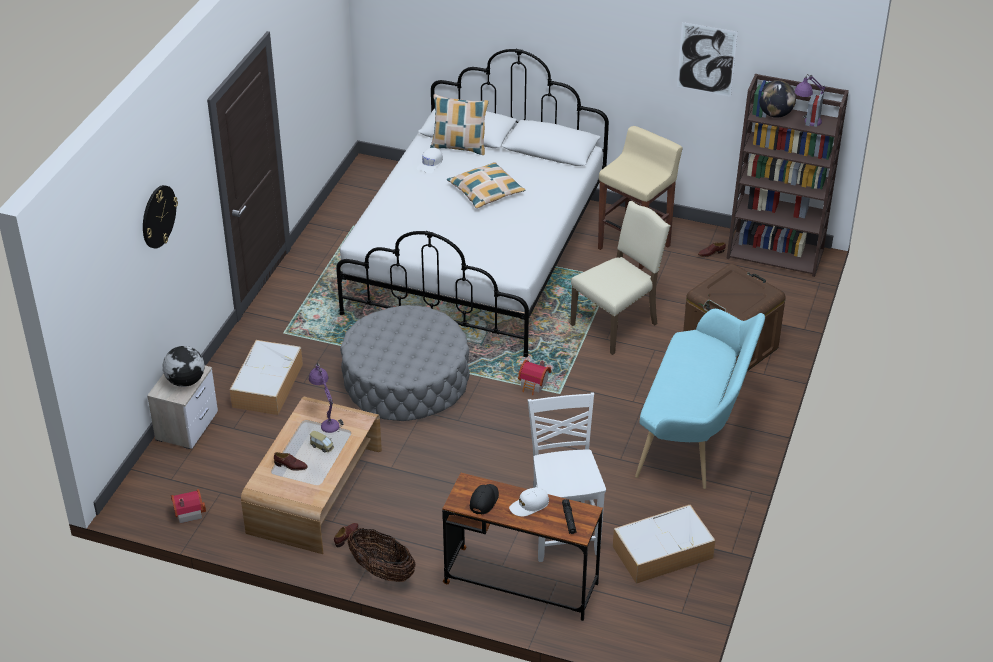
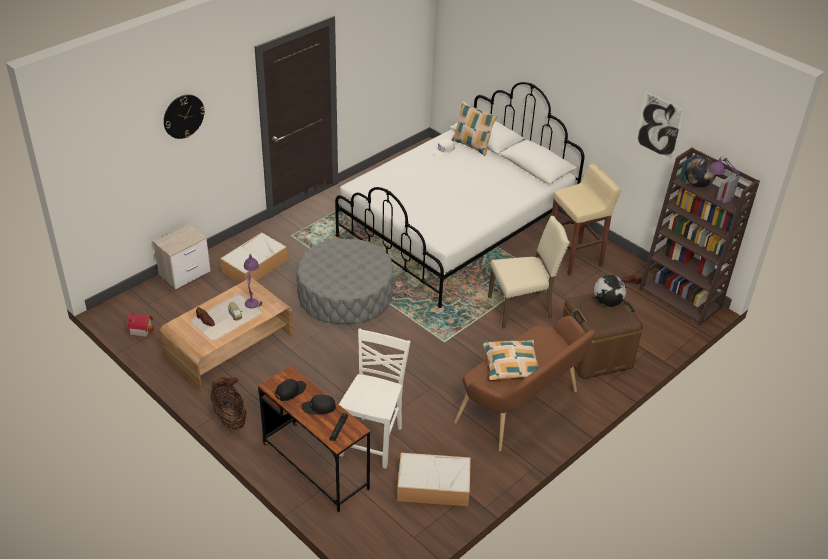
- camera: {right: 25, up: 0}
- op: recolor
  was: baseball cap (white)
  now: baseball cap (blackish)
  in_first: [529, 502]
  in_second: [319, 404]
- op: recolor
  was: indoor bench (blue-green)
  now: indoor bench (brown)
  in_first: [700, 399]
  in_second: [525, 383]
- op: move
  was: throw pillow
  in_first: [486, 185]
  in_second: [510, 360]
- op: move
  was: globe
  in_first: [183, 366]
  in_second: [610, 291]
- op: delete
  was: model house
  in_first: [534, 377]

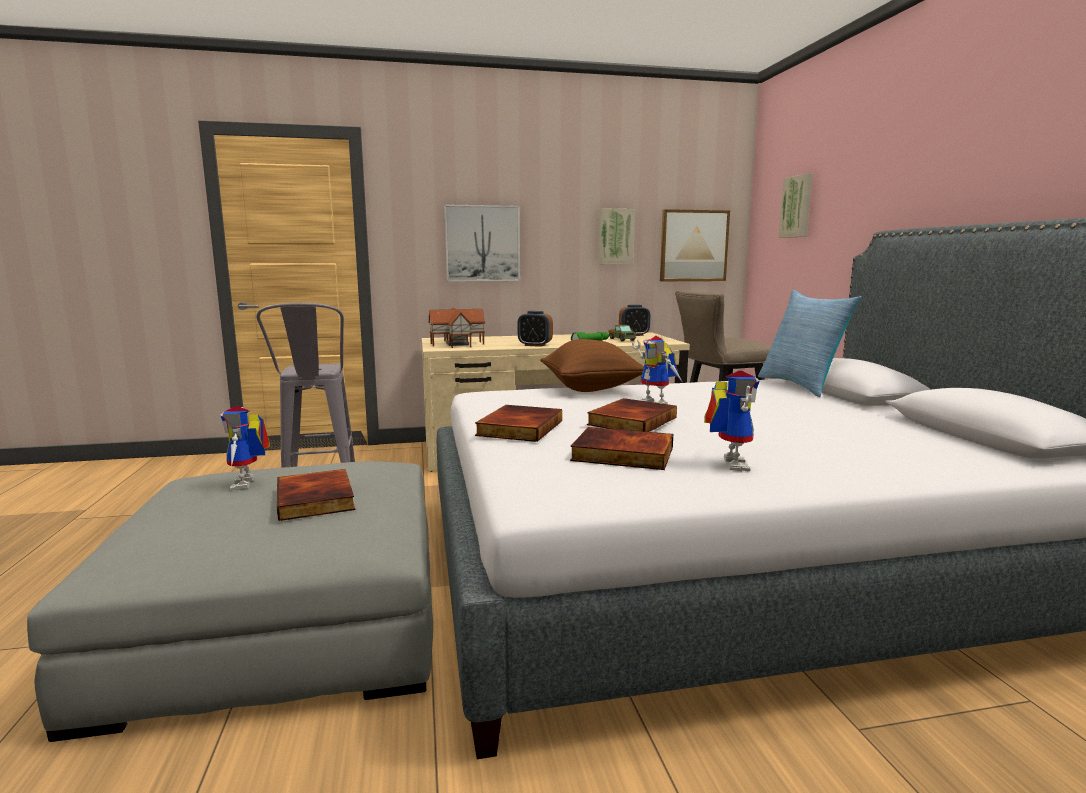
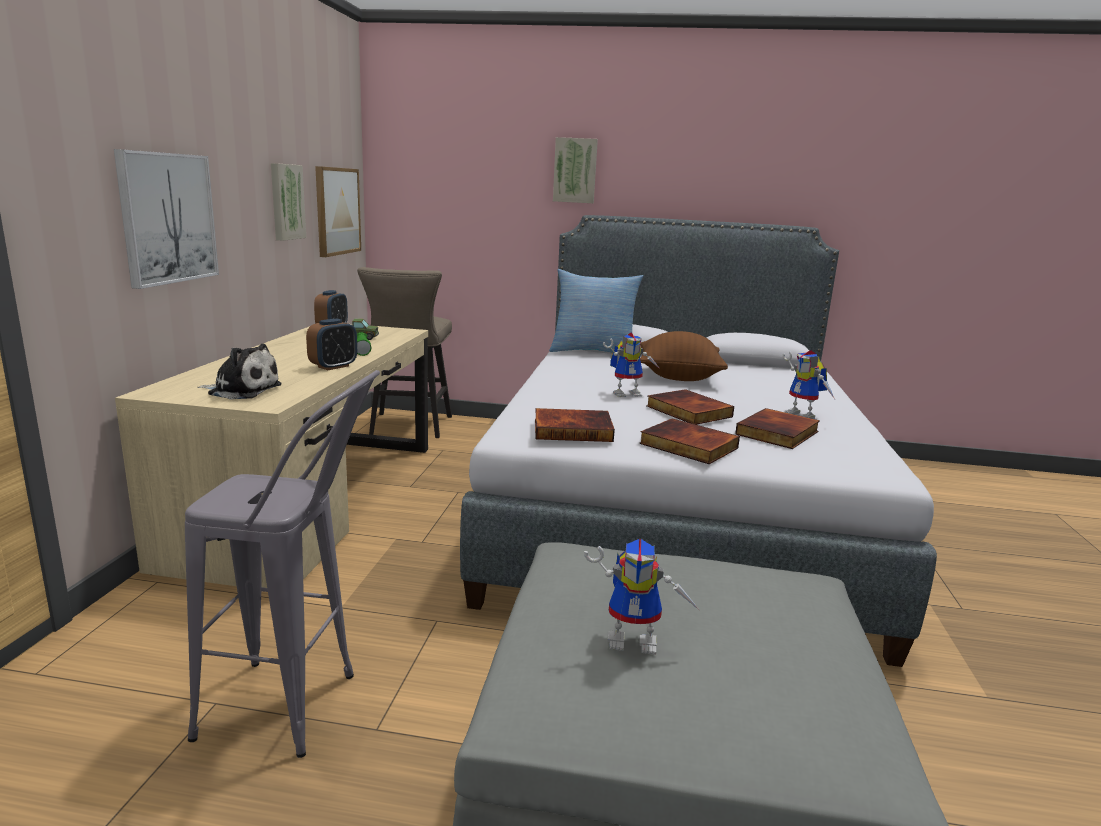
- camera: {right: -70, up: 5}
- op: replace
  was: model house
  now: cuddly toy
  in_first: [457, 328]
  in_second: [240, 371]
- op: move
  was: book
  in_first: [316, 495]
  in_second: [575, 425]
- op: move
  was: wall picture
  in_first: [795, 205]
  in_second: [575, 170]
- op: move
  was: throw pillow (brown)
  in_first: [592, 365]
  in_second: [684, 356]
- op: rotate
  was: toy robot
  in_first: [732, 421]
  in_second: [809, 384]
  clockwise: -150

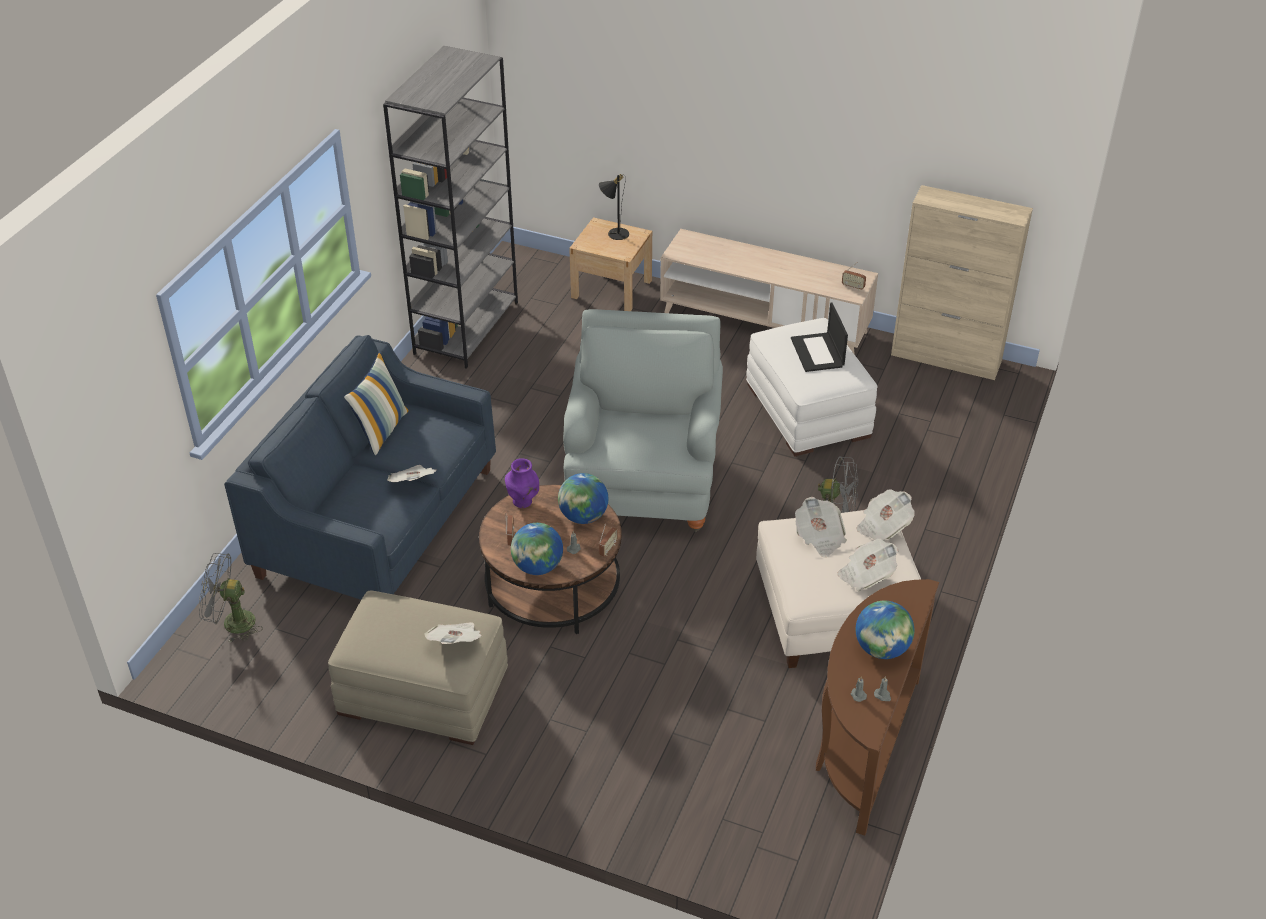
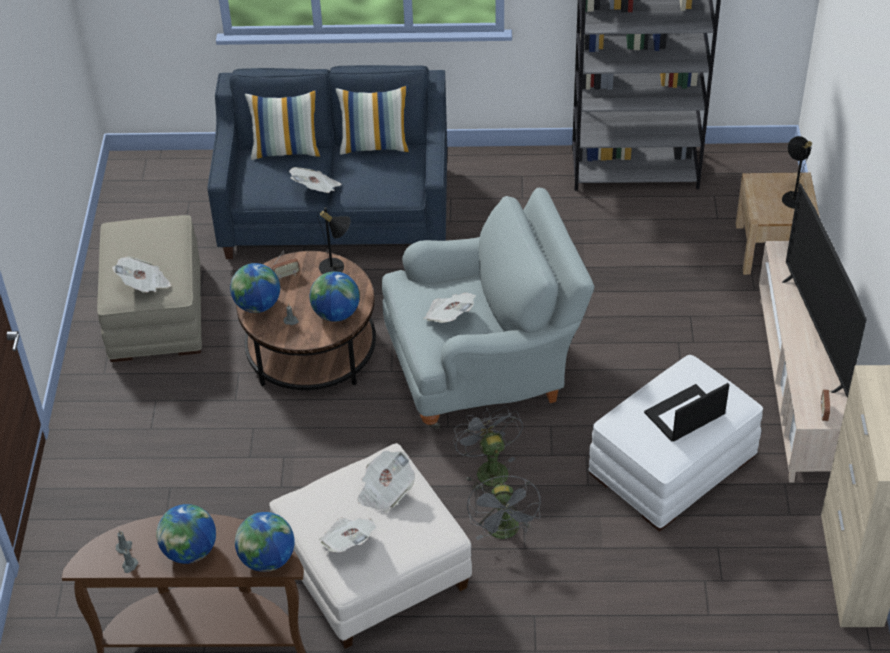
- camera: {right: 70, up: 5}
- op: insert
  now: globe
  in_second: [265, 542]
- op: insert
  now: throw pillow
  in_second: [283, 125]
- op: replace
  was: decorative vase (purple)
  now: table lamp (blackish)
  in_first: [522, 483]
  in_second: [334, 240]
- op: move
  was: newspaper
  in_first: [885, 515]
  in_second: [449, 307]
- op: move
  was: cooling fan (gray)
  in_first: [231, 597]
  in_second: [488, 449]
- op: insert
  now: TV
  in_second: [824, 290]
- op: delete
  was: radio
  in_first: [608, 540]

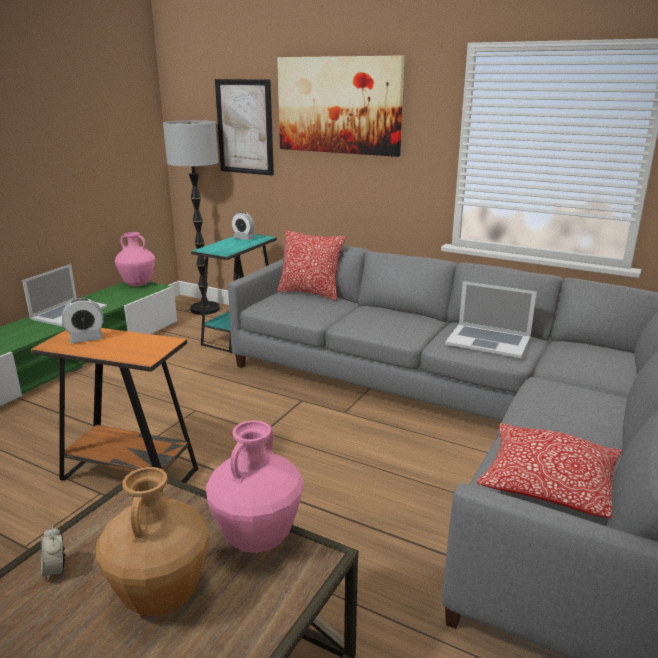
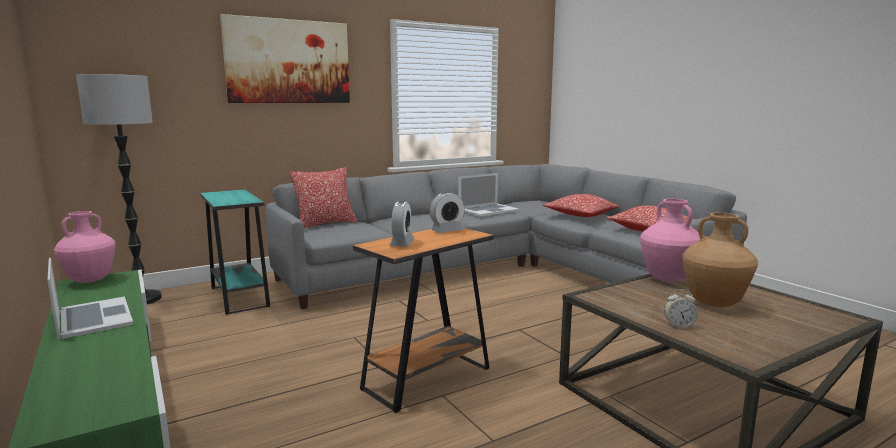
- camera: {right: -60, up: -10}
- op: move
  was: alarm clock
  in_first: [243, 226]
  in_second: [447, 212]
- op: insert
  now: throw pillow
  in_second: [580, 205]
- op: delete
  was: wall picture
  in_first: [244, 127]

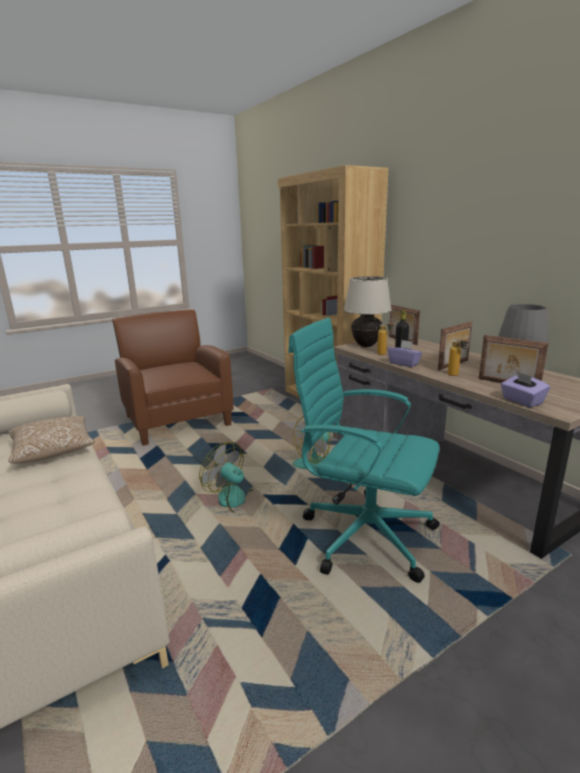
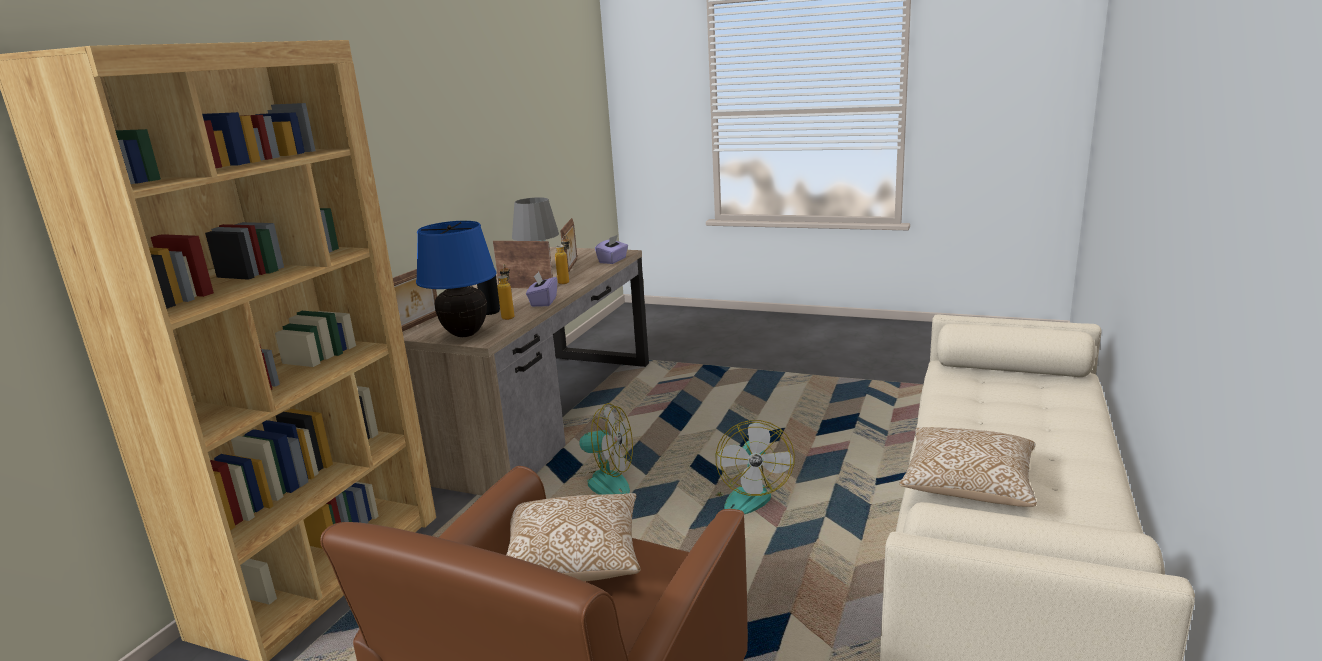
- camera: {right: -125, up: 0}
- op: recolor
  was: table lamp (beige)
  now: table lamp (blue-coloured)
  in_first: [368, 311]
  in_second: [456, 279]
- op: insert
  now: throw pillow
  in_second: [573, 537]
- op: delete
  was: desk chair (blue-green)
  in_first: [364, 450]

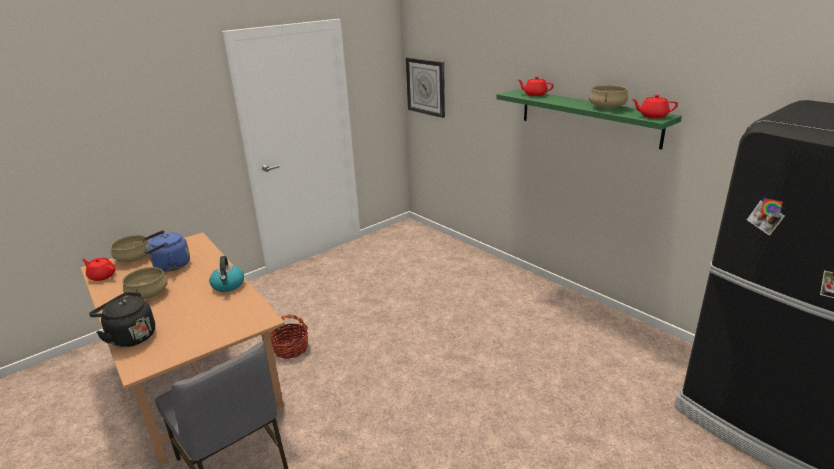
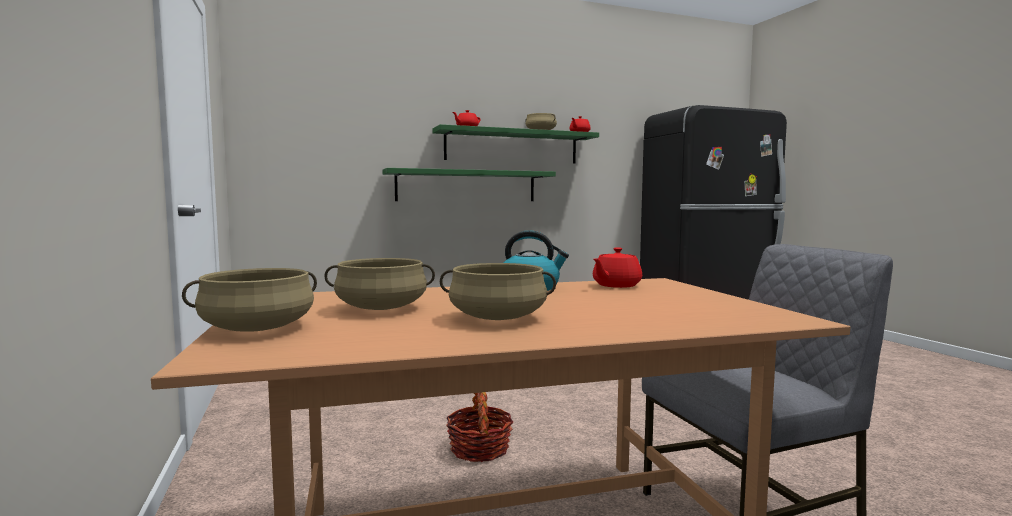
- camera: {right: -70, up: -20}
- op: replace
  was: water kettle (blue-coloured)
  now: saucepot (beige)
  in_first: [166, 251]
  in_second: [379, 284]
- op: insert
  now: wall shelf (greenish)
  in_second: [469, 184]
- op: move
  was: teapot (red-coloured)
  in_first: [99, 269]
  in_second: [617, 267]
- op: delete
  was: water kettle (blackish)
  in_first: [122, 319]
- op: delete
  was: clock on the wall
  in_first: [425, 87]

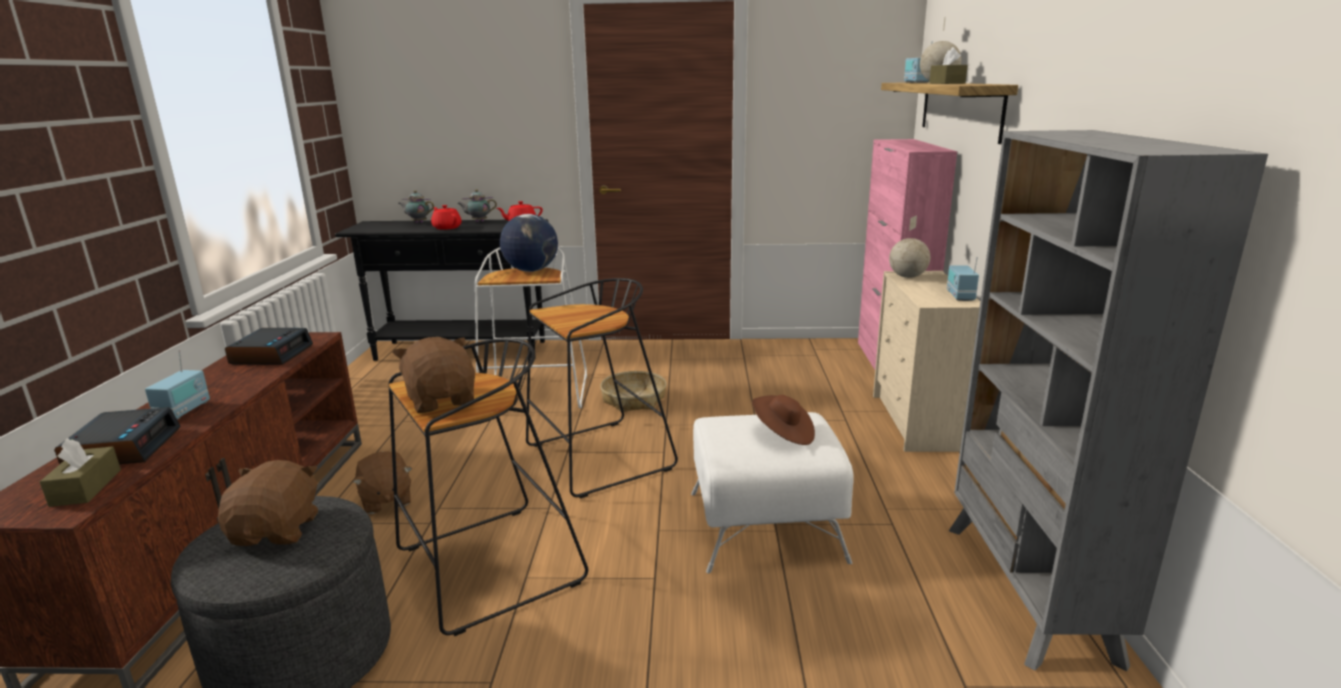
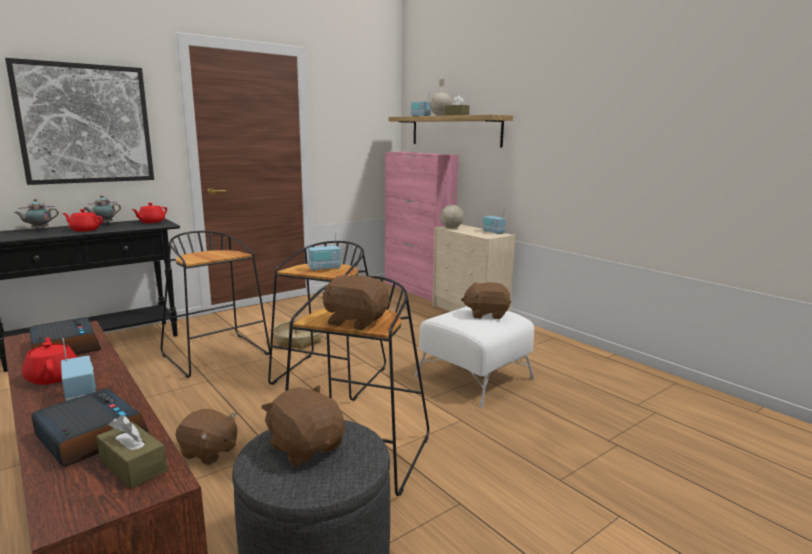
- camera: {right: -40, up: -5}
- op: insert
  now: wall picture
  in_second: [79, 121]
- op: insert
  now: teapot (red-coloured)
  in_second: [49, 361]
- op: recolor
  was: sitting stool (white)
  now: sitting stool (blackish)
  in_first: [531, 327]
  in_second: [215, 304]
- op: insert
  now: radio
  in_second: [324, 252]
- op: replace
  was: hat (brown)
  now: cuddly toy (brown)
  in_first: [783, 420]
  in_second: [486, 300]
- op: delete
  was: globe
  in_first: [529, 243]
- op: delete
  was: bookshelf (gray)
  in_first: [1108, 400]

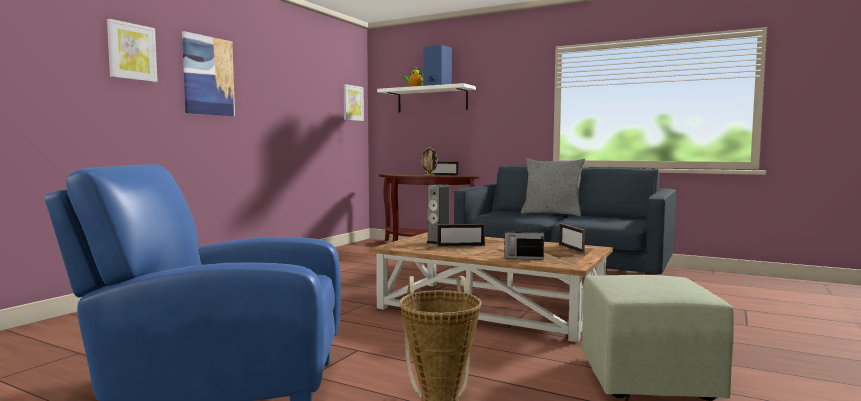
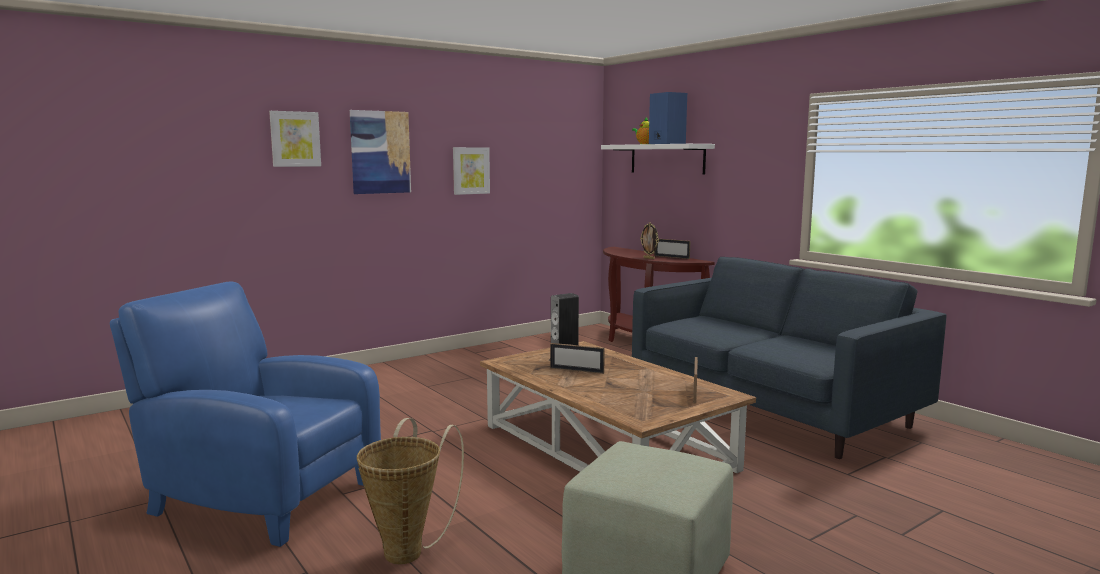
- camera: {right: 25, up: 5}
- op: move
  was: wall picture
  in_first: [354, 102]
  in_second: [471, 171]
- op: delete
  was: radio
  in_first: [523, 242]
- op: delete
  was: throw pillow (gray)
  in_first: [553, 188]

